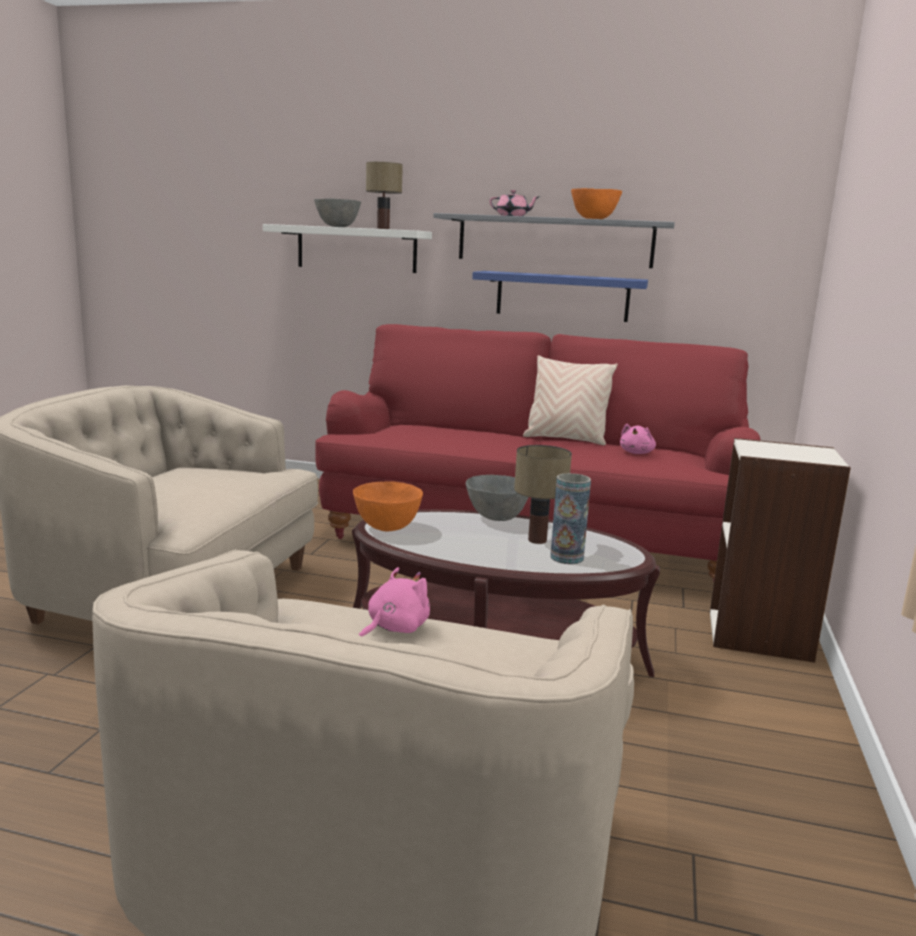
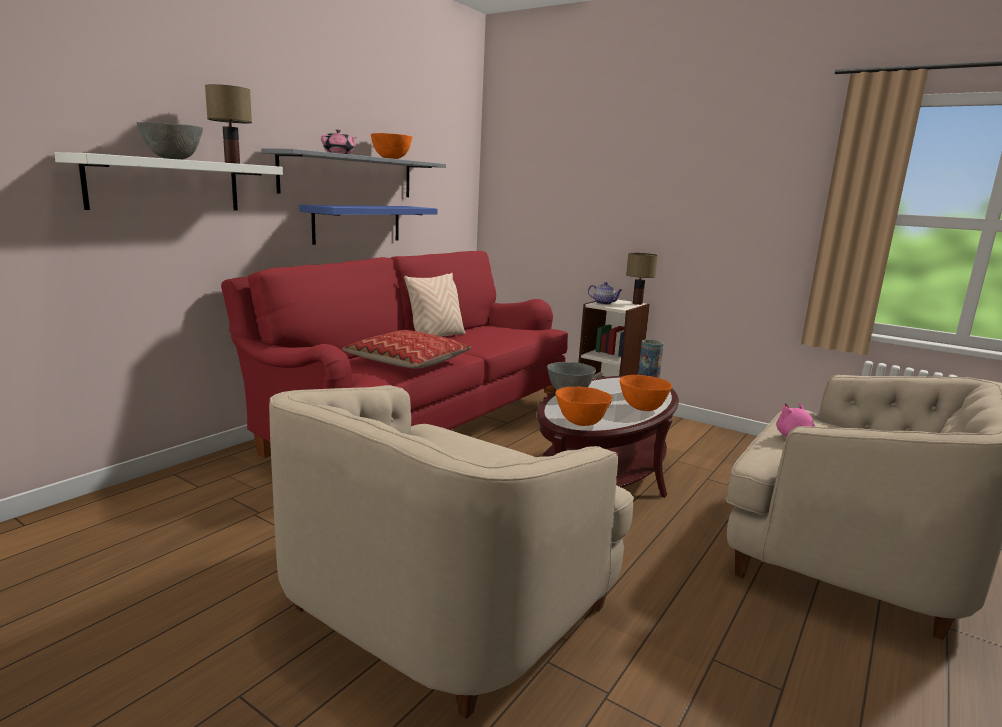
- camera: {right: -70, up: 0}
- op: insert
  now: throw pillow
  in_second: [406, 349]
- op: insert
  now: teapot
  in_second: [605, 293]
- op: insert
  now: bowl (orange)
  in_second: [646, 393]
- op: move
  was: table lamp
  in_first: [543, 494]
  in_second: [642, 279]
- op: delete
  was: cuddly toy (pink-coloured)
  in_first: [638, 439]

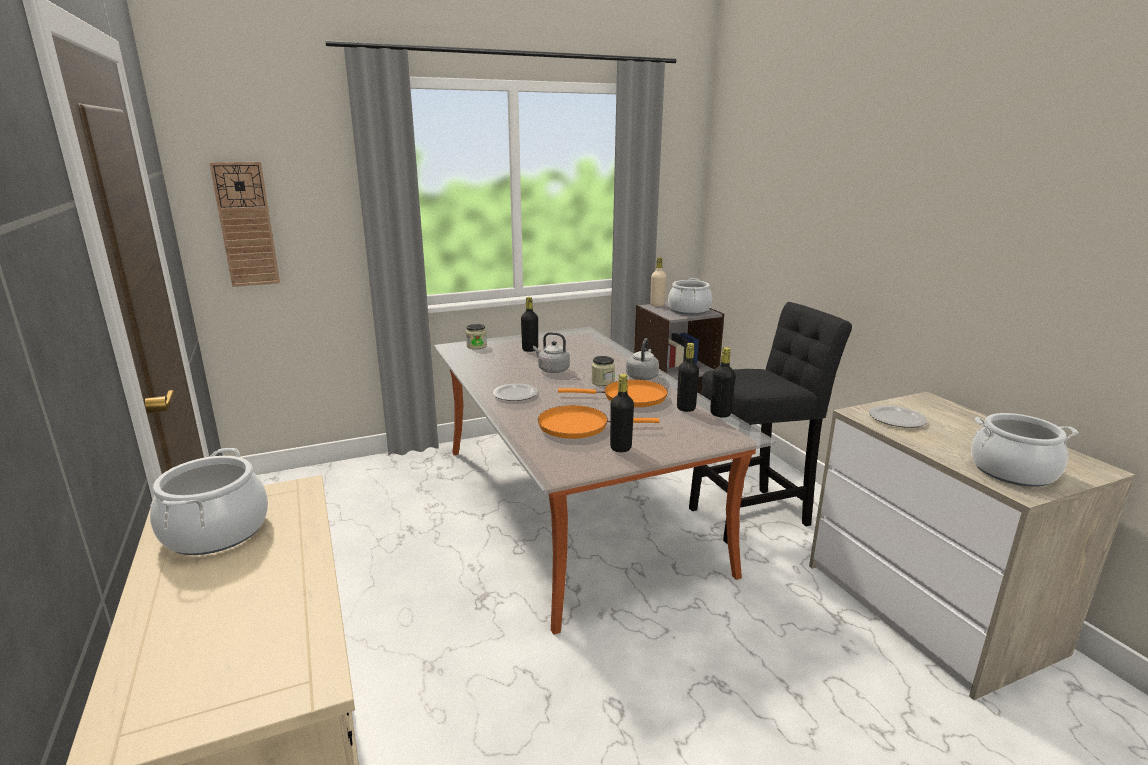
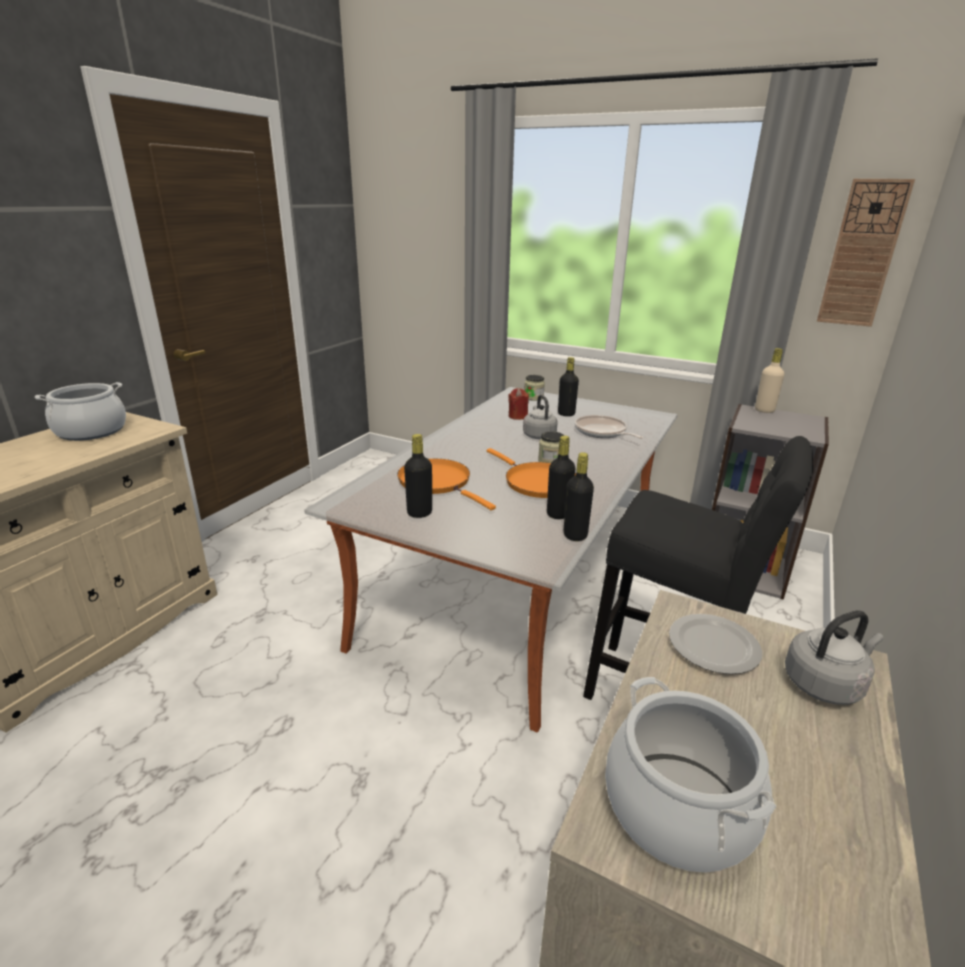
- camera: {right: 50, up: 5}
- op: insert
  now: wax candle (red-coloured)
  in_second: [518, 404]
- op: insert
  now: frying pan
  in_second: [609, 427]
- op: move
  was: water kettle (gray)
  in_first: [642, 359]
  in_second: [834, 657]
- op: move
  was: clock on the wall
  in_first: [244, 224]
  in_second: [866, 253]
- op: delete
  was: dinner plate
  in_first: [515, 392]
- op: delete
  was: saucepot
  in_first: [690, 296]

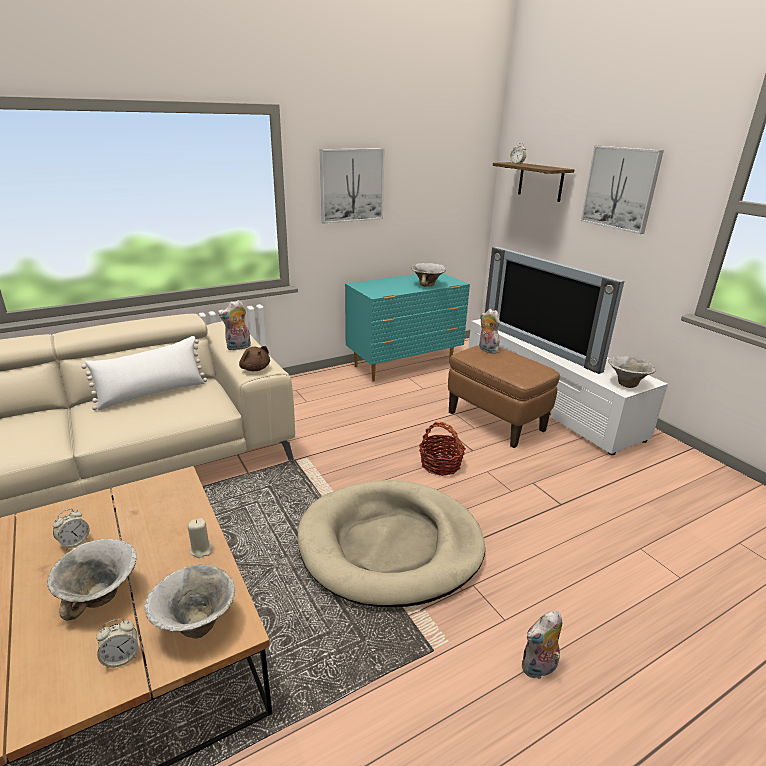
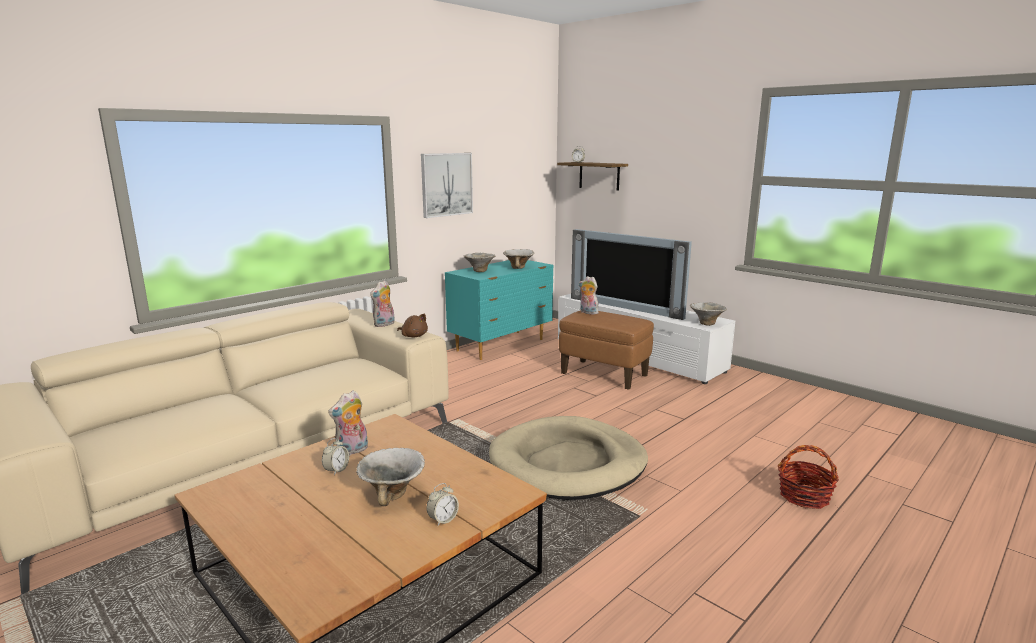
- camera: {right: -15, up: -10}
- op: move
  was: cuddly toy
  in_first: [541, 645]
  in_second: [348, 423]
- op: move
  was: bowl
  in_first: [189, 601]
  in_second: [479, 262]
- op: move
  was: basket
  in_first: [442, 449]
  in_second: [808, 477]
- op: delete
  was: throw pillow (white)
  in_first: [144, 373]
- op: delete
  was: wax candle (beige)
  in_first: [200, 538]
- op: delete
  was: wall picture
  in_first: [622, 190]

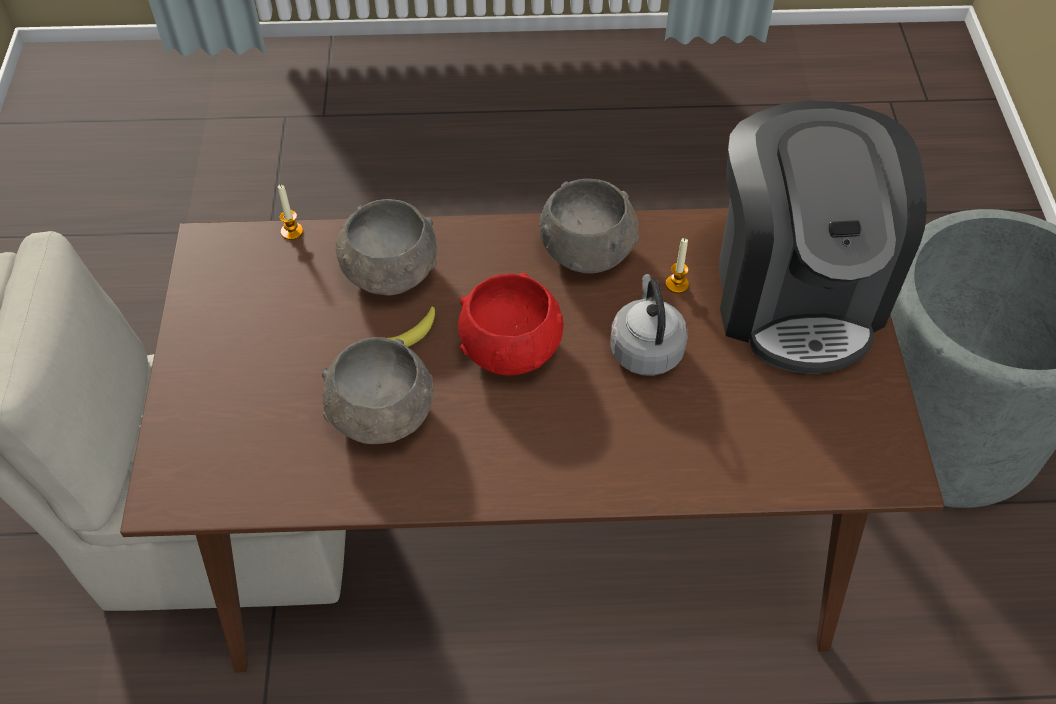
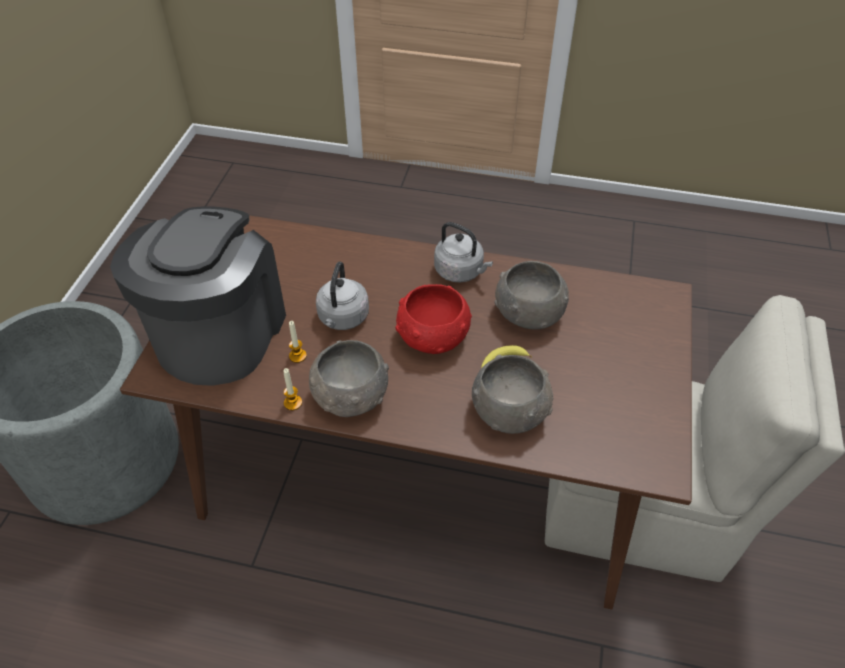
- camera: {right: -165, up: -5}
- op: move
  was: wax candle
  in_first: [290, 212]
  in_second: [292, 389]
- op: insert
  now: water kettle (gray)
  in_second: [463, 252]

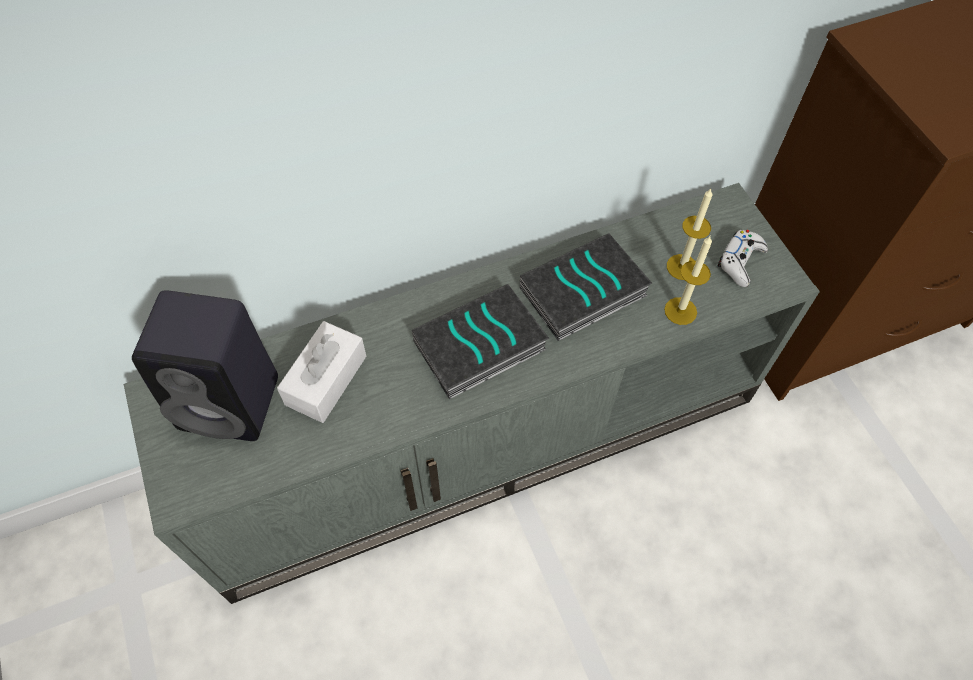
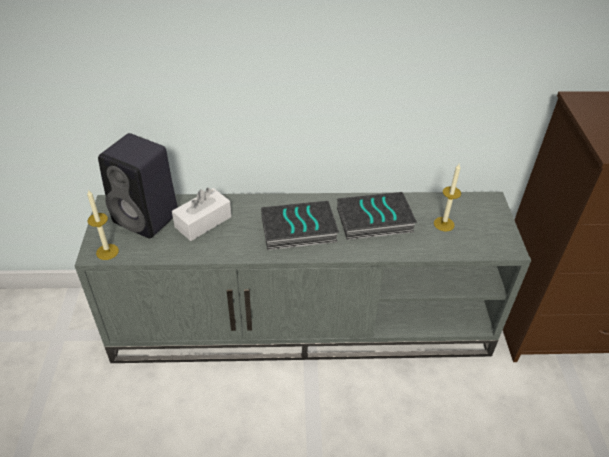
- camera: {right: 20, up: -15}
- op: move
  was: wax candle
  in_first: [688, 280]
  in_second: [103, 224]
- op: delete
  was: joypad (white)
  in_first: [742, 258]

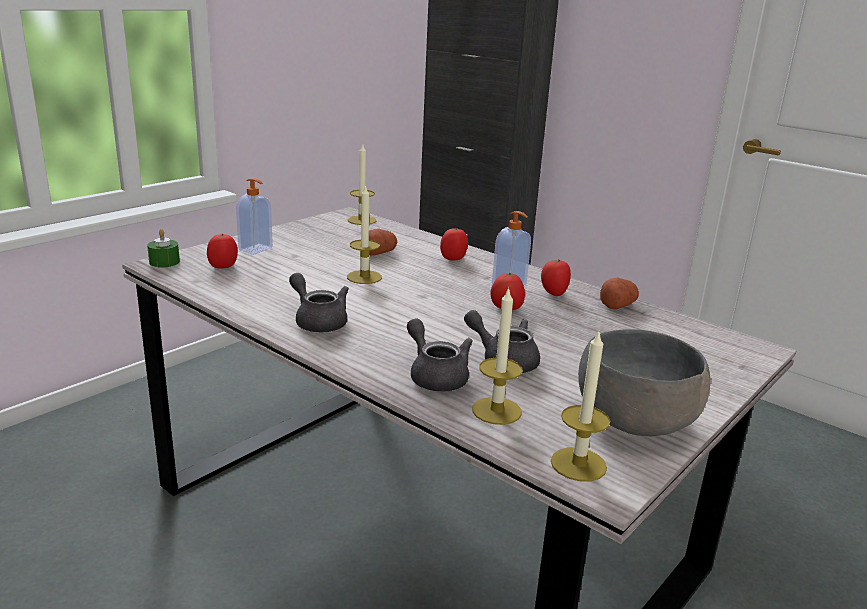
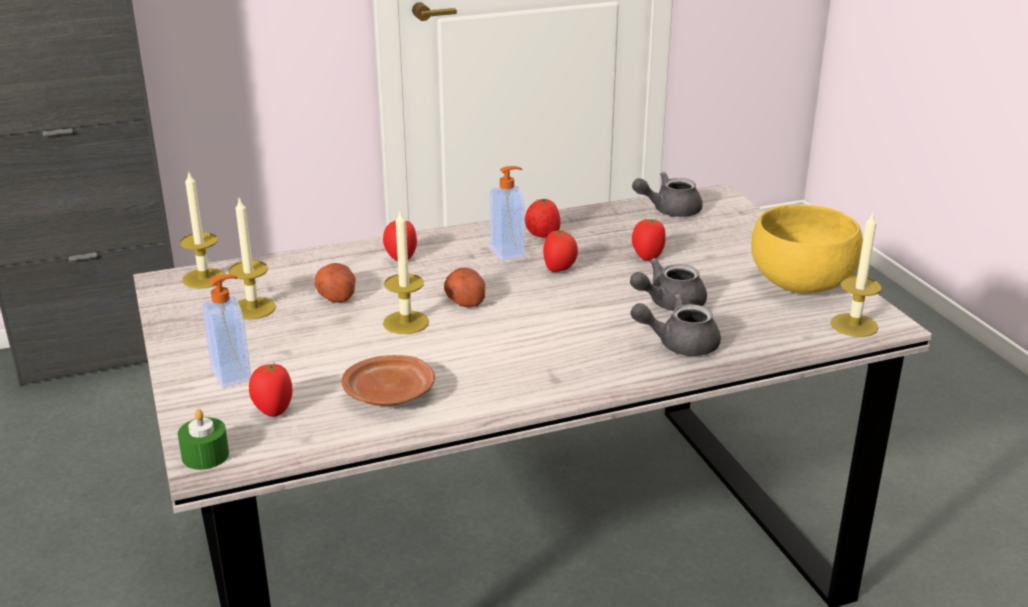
- camera: {right: -60, up: 5}
- op: move
  was: wax candle
  in_first: [497, 355]
  in_second: [252, 258]
- op: insert
  now: dinner plate (brown)
  in_second: [388, 380]
- op: move
  was: whole potato
  in_first: [619, 293]
  in_second: [464, 288]
- op: move
  was: teapot (gray)
  in_first: [319, 302]
  in_second: [667, 194]
- op: insert
  now: fresh tomato
  in_second: [649, 240]
- op: recolor
  was: bowl (gray)
  now: bowl (yellow-coloured)
  in_first: [644, 382]
  in_second: [807, 249]

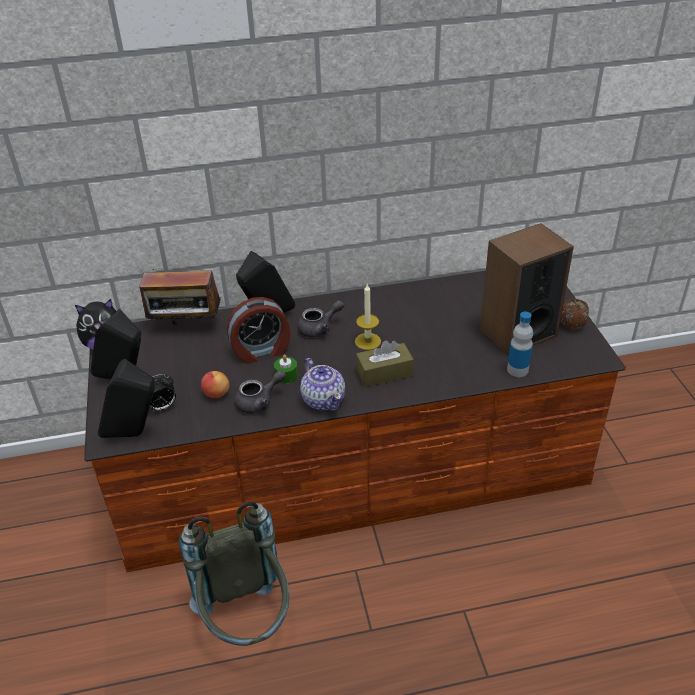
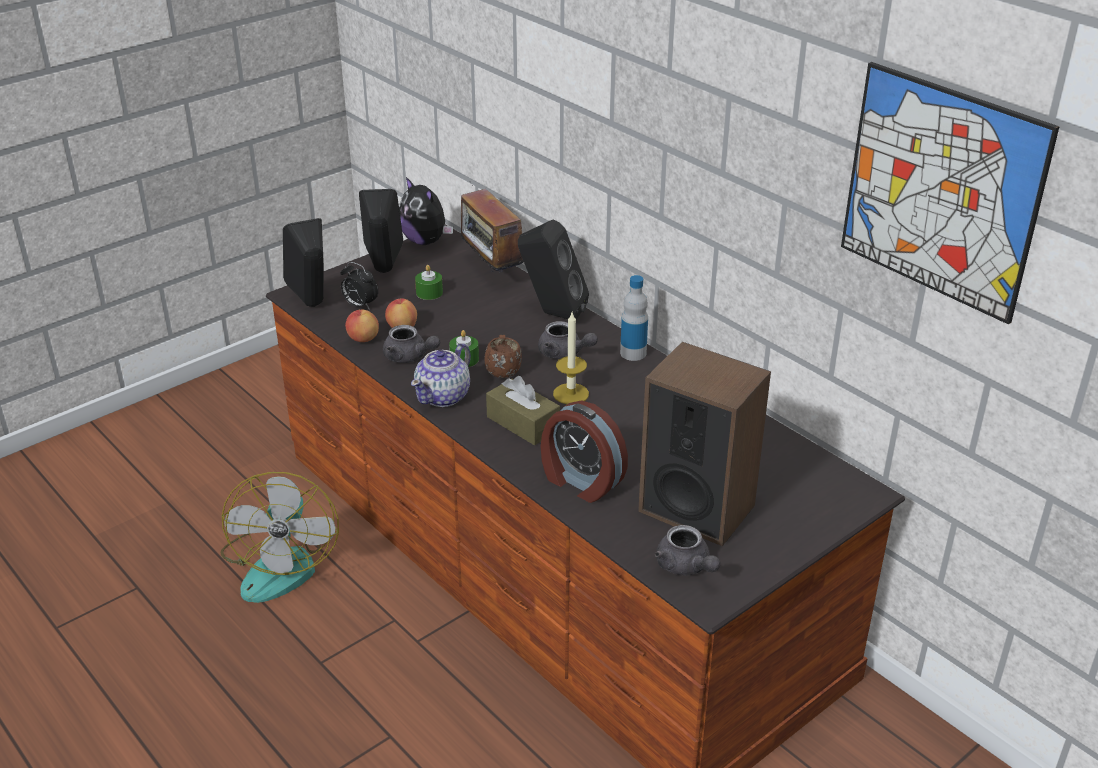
- camera: {right: 60, up: -5}
- op: replace
  was: knapsack (gray)
  now: cooling fan
  in_first: [234, 573]
  in_second: [280, 537]
- op: insert
  now: whole apple
  in_second: [362, 326]
- op: insert
  now: wax candle (greenish)
  in_second: [429, 282]
- op: move
  was: coffee mug (brown)
  in_first: [574, 314]
  in_second: [503, 356]
- op: move
  was: alarm clock
  in_first: [258, 330]
  in_second: [584, 451]
- op: move
  was: bottle
  in_first: [520, 344]
  in_second: [634, 318]
- op: insert
  now: teapot (gray)
  in_second: [687, 550]
- op: insert
  now: wall picture
  in_second: [950, 193]

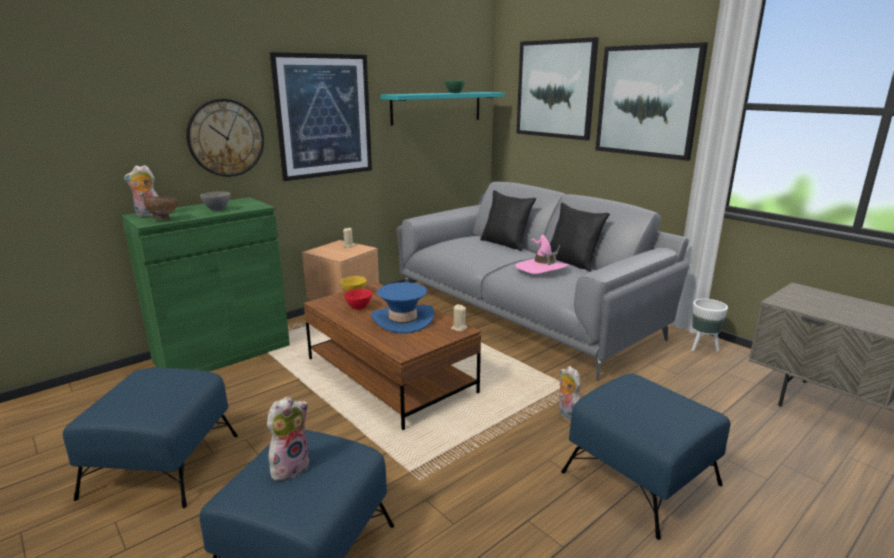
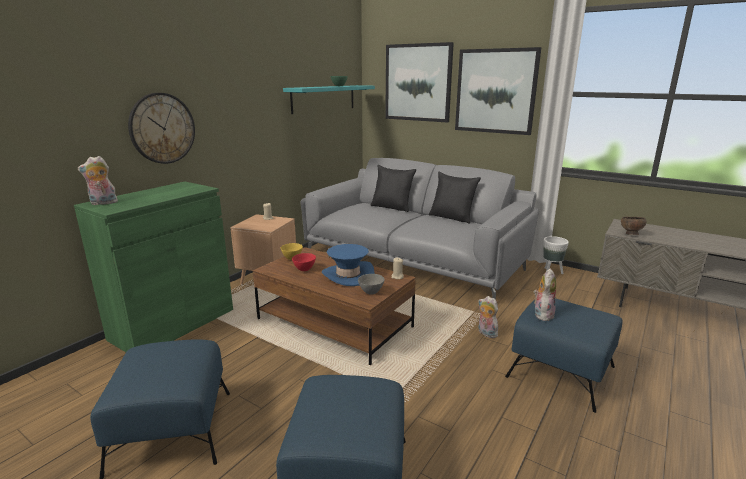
- camera: {right: -15, up: 0}
- op: move
  was: bowl (gray)
  in_first: [215, 201]
  in_second: [371, 284]
- op: move
  was: cuddly toy
  in_first: [288, 438]
  in_second: [545, 294]
- op: move
  was: bowl (brown)
  in_first: [160, 208]
  in_second: [634, 226]
- op: delete
  was: wall picture
  in_first: [320, 116]
- op: delete
  was: hat (pink-coloured)
  in_first: [542, 254]

